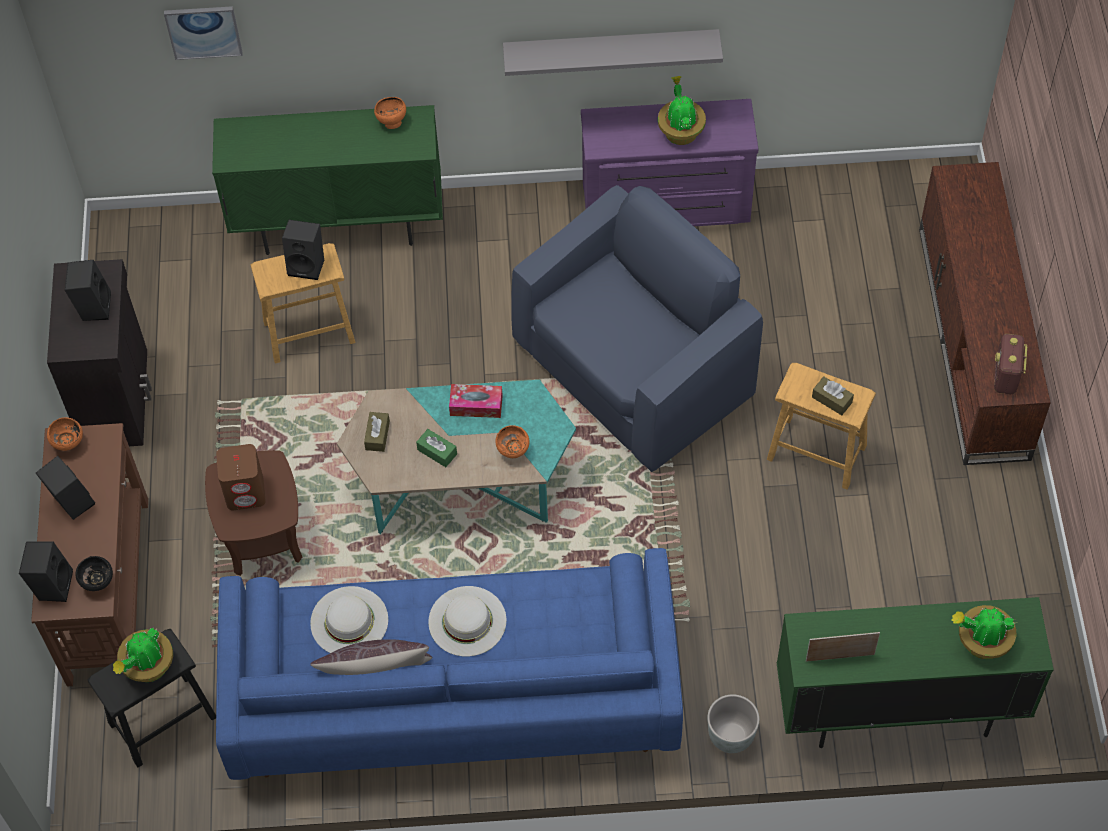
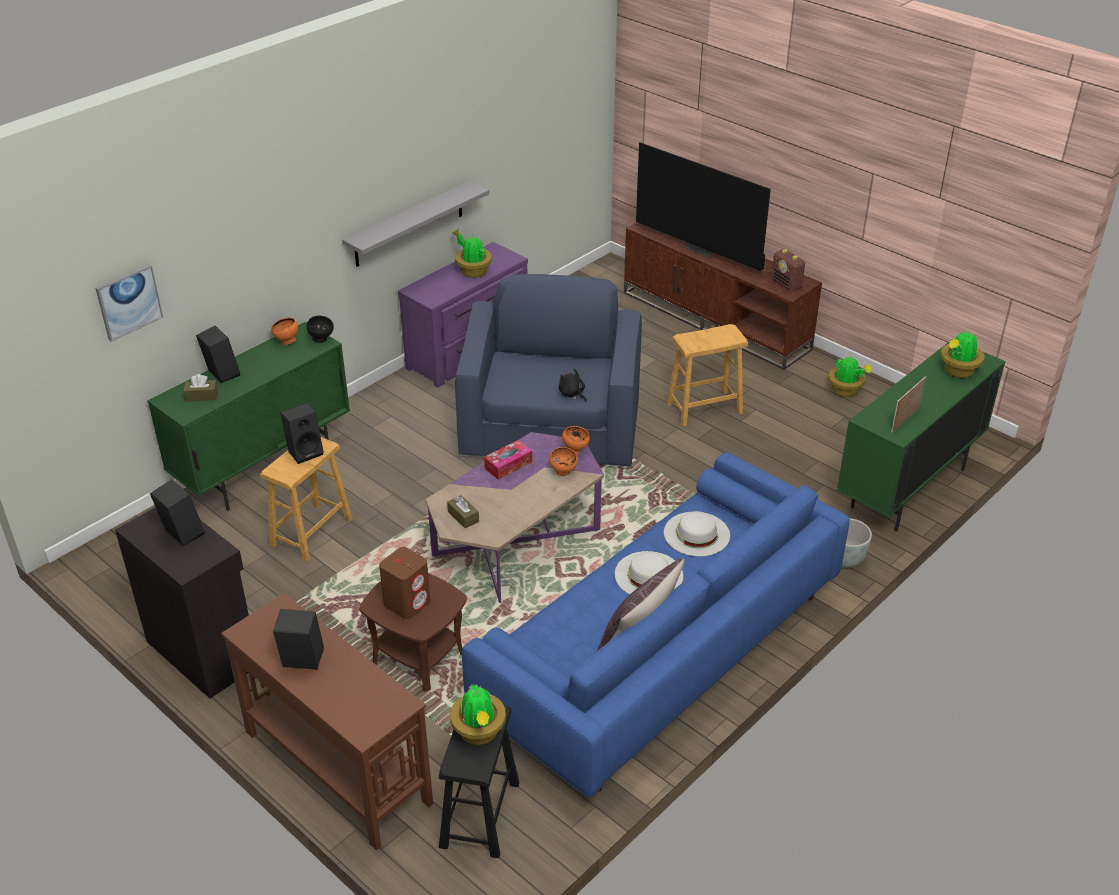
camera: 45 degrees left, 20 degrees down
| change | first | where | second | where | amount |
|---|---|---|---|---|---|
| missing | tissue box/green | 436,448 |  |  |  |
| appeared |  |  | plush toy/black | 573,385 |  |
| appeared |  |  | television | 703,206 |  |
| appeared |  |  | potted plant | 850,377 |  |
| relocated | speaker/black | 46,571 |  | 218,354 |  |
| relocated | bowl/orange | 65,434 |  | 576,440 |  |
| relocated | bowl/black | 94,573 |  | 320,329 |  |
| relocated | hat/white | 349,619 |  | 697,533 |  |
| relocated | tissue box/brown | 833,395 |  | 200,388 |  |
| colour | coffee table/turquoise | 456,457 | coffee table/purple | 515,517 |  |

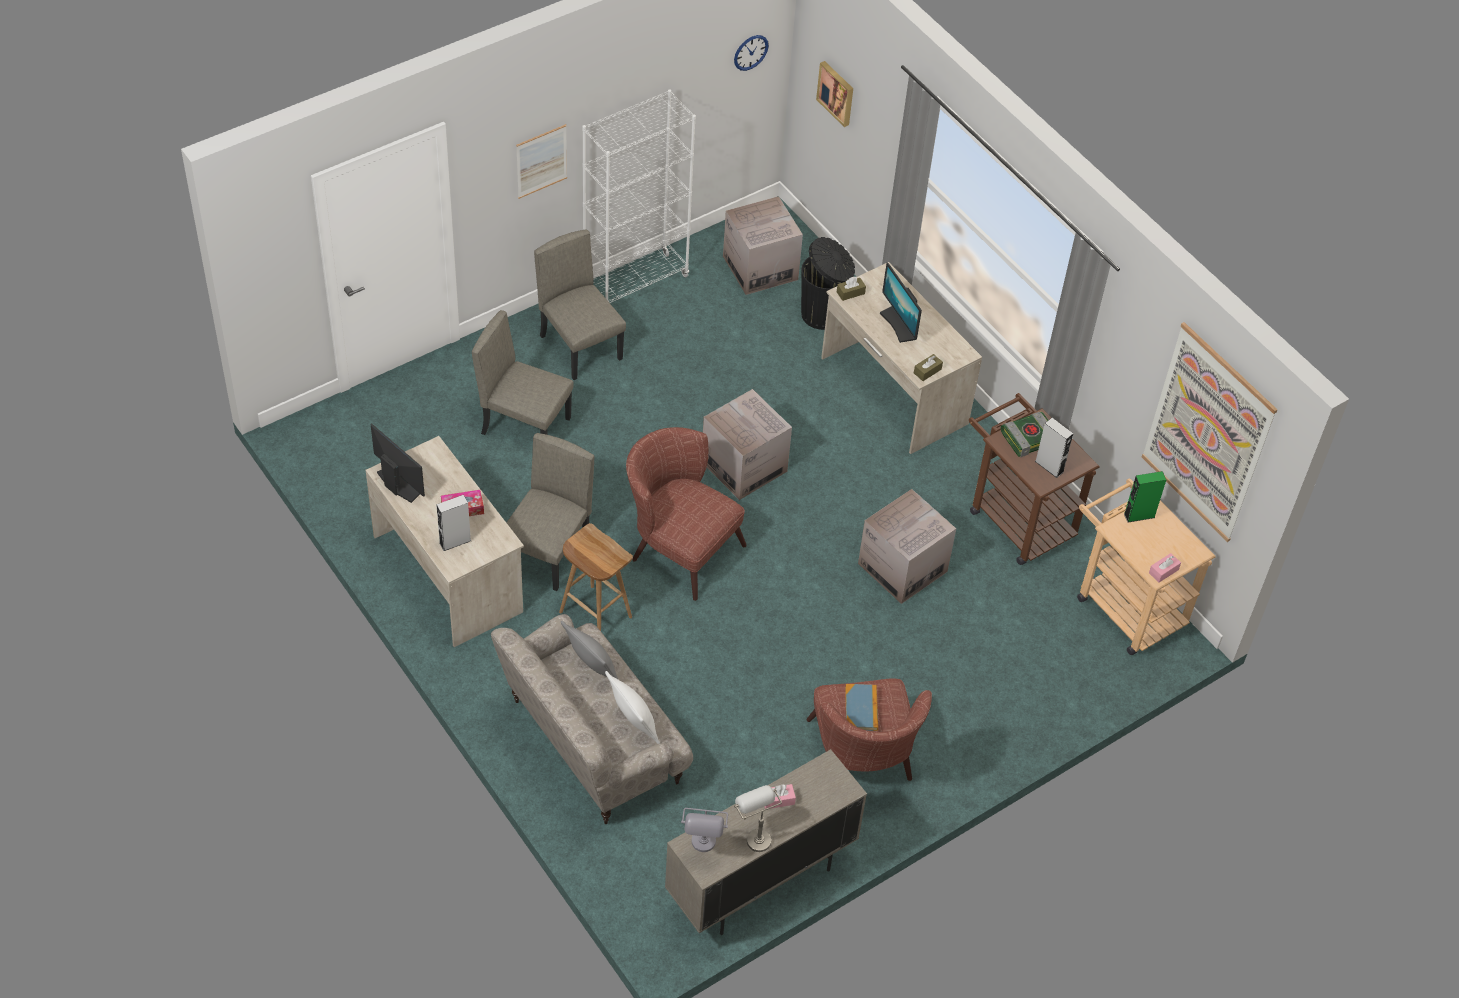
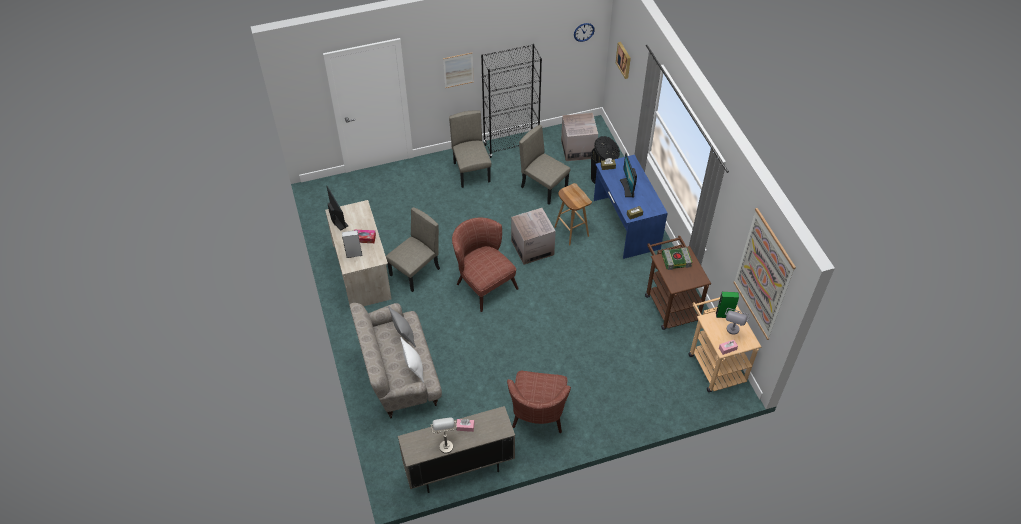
camera: 20 degrees right, 0 degrees up
| change | first | where | second | where | amount |
|---|---|---|---|---|---|
| missing | book | 861,707 |  |  |  |
| missing | cardboard box | 907,546 |  |  |  |
| missing | speaker/grey | 1054,448 |  |  |  |
| relocated | chair/beige | 523,372 |  | 544,165 |  |
| relocated | stool/brown | 596,577 |  | 573,214 |  |
| relocated | table lamp/grey | 704,830 |  | 737,321 |  |
| colour | bookcase/white | 639,196 | bookcase/black | 511,101 |  |
| colour | desk/beige | 901,358 | desk/blue | 631,207 |  |

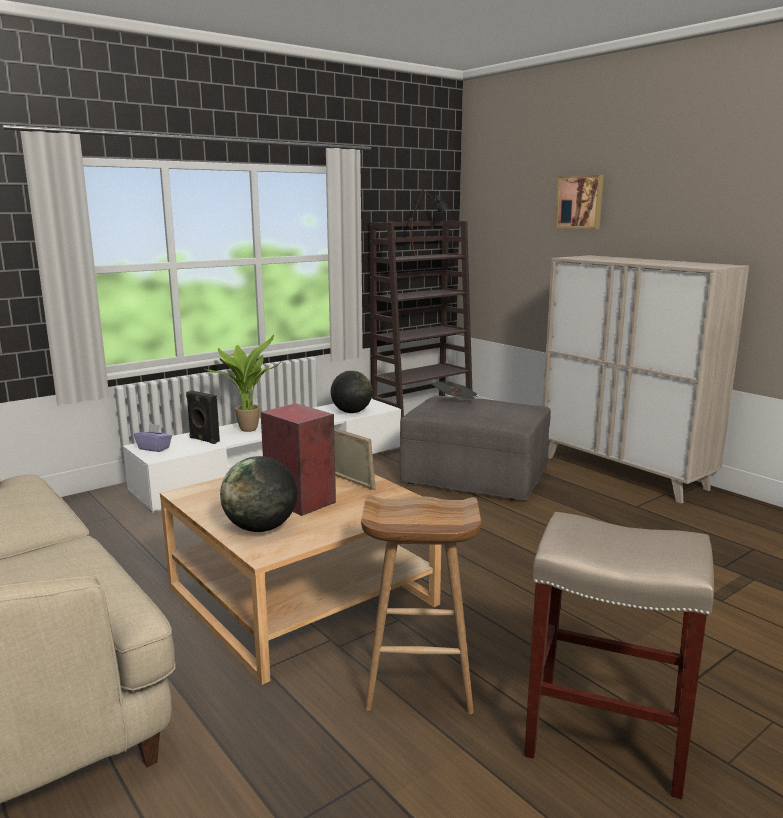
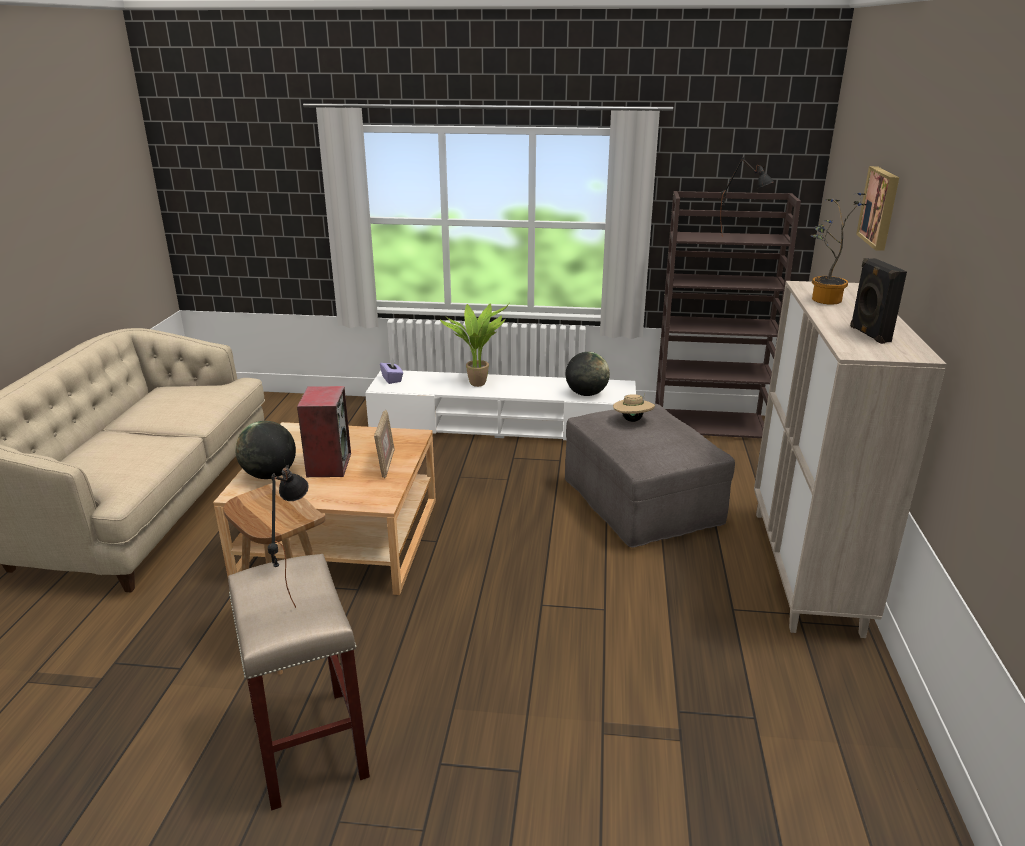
camera: 45 degrees right, 10 degrees up
| change | first | where | second | where | amount |
|---|---|---|---|---|---|
| appeared |  |  | table lamp/black | 288,536 |  |
| appeared |  |  | potted plant | 838,249 |  |
| relocated | speaker/black | 203,417 |  | 878,301 |  |
| exchanged | newspaper | 454,390 | hat/beige | 634,407 |  |

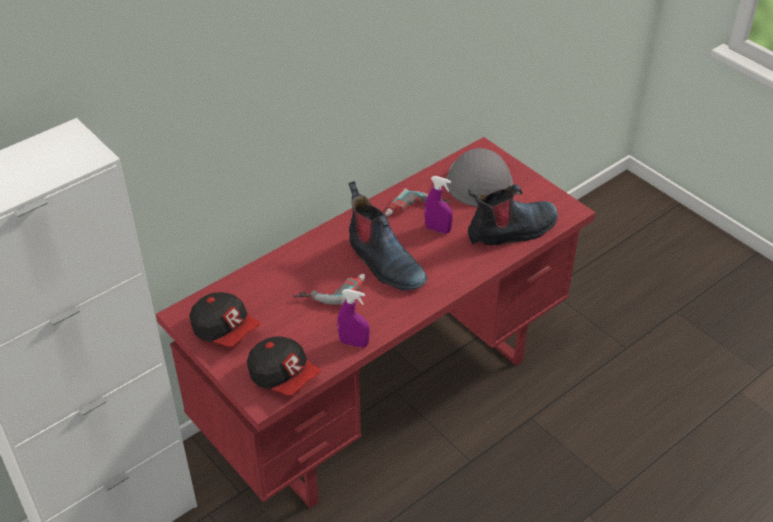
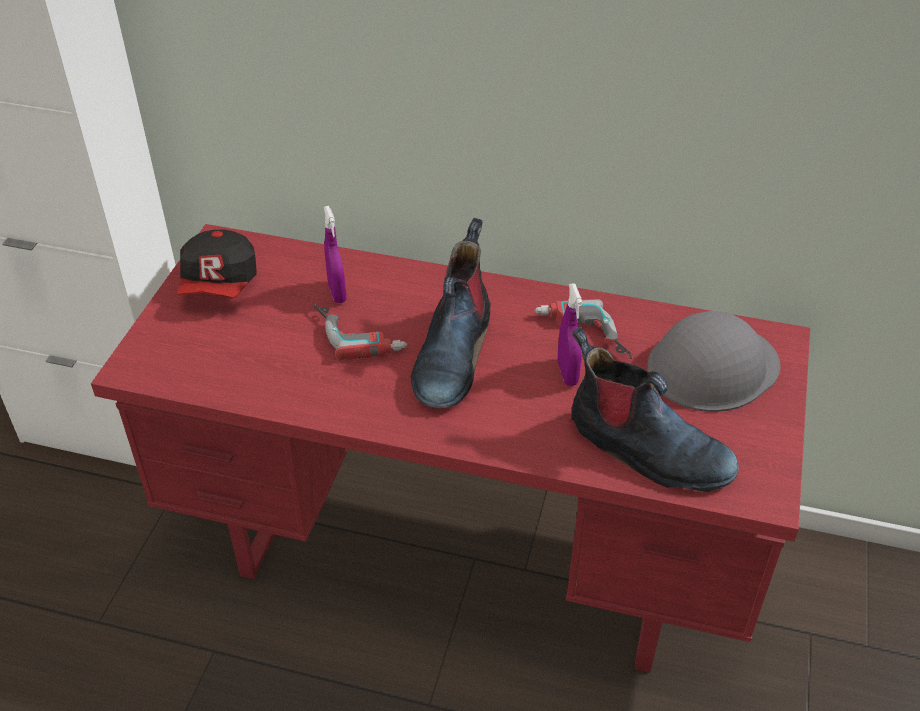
camera: 55 degrees right, 0 degrees up
| change | first | where | second | where | amount |
|---|---|---|---|---|---|
| missing | cap | 284,366 |  |  |  |
| relocated | spray bottle/purple | 353,318 |  | 335,254 |  |

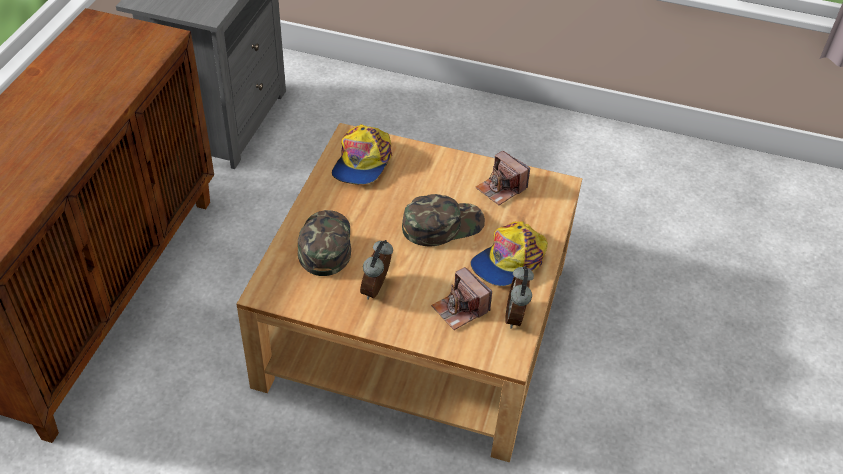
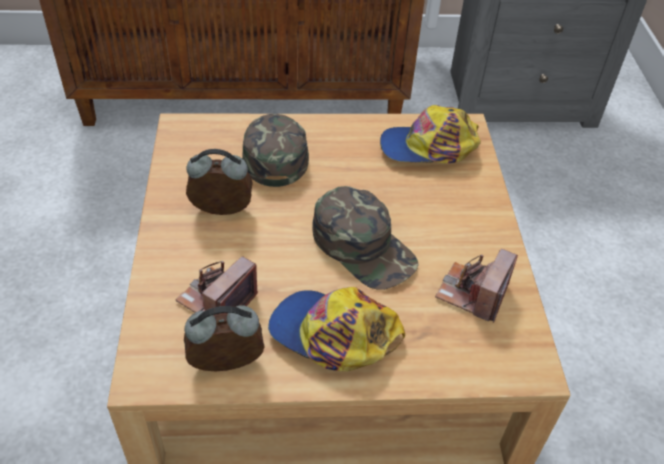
camera: 70 degrees right, 0 degrees up
| change | first | where | second | where | amount |
|---|---|---|---|---|---|
| spun | cap/green | 324,243 |  | 275,150 | 75 degrees counterclockwise |

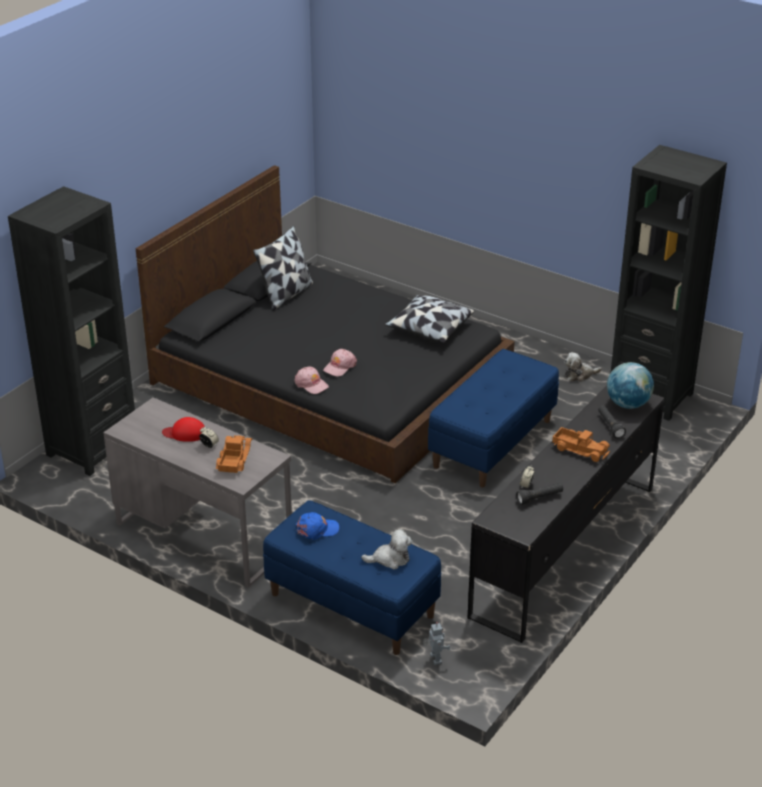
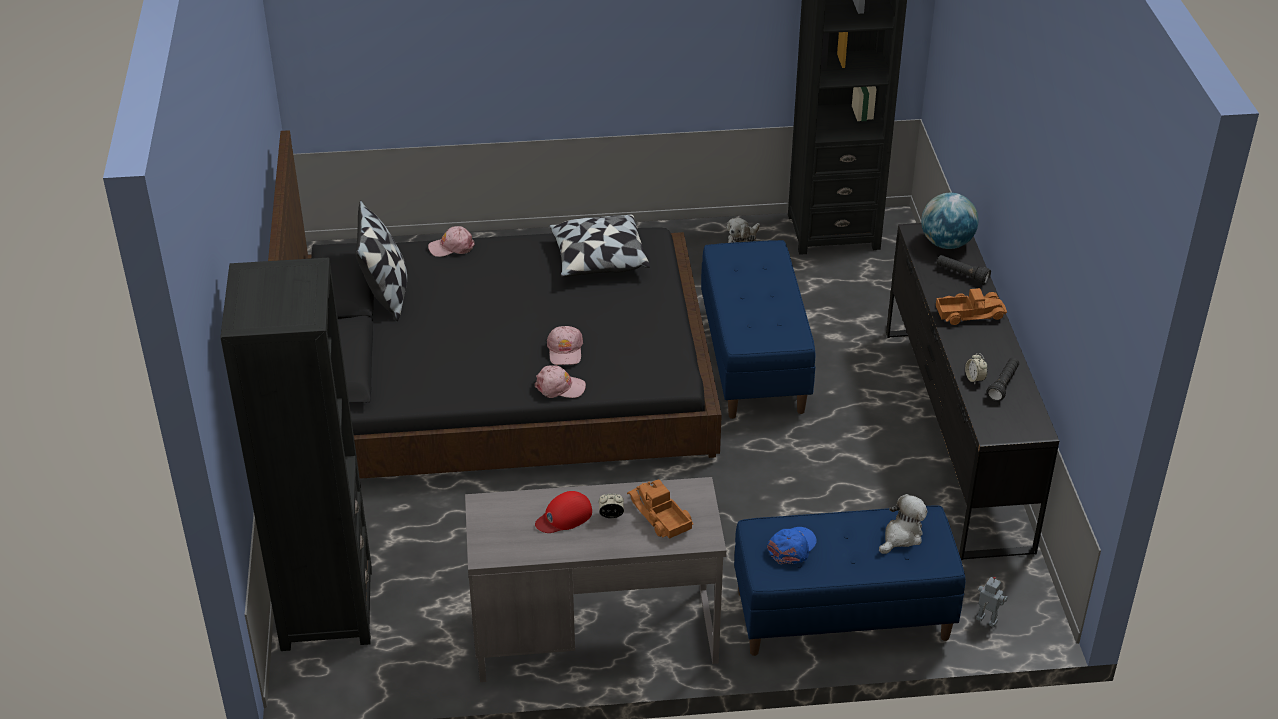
camera: 40 degrees left, 5 degrees up
| change | first | where | second | where | amount |
|---|---|---|---|---|---|
| appeared |  |  | cap/pink | 451,241 |  |

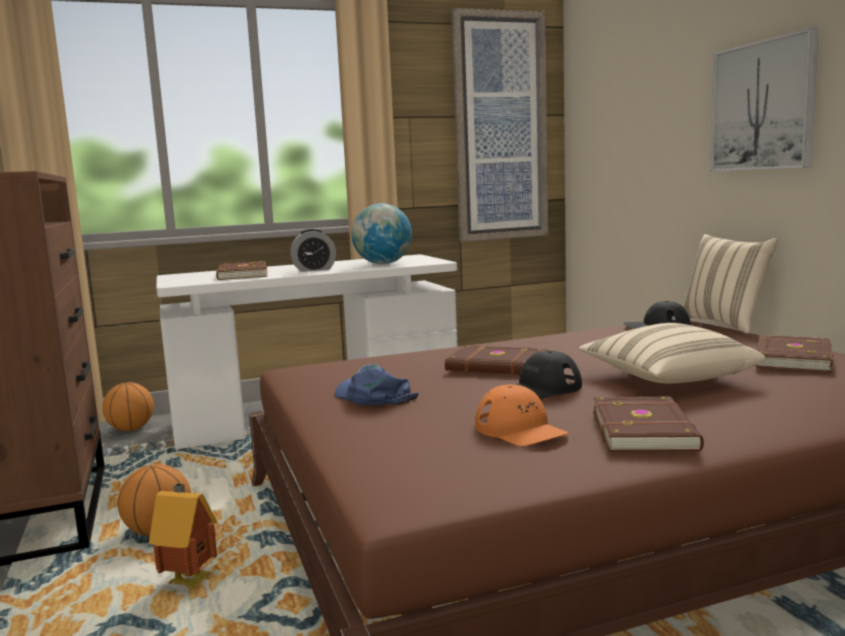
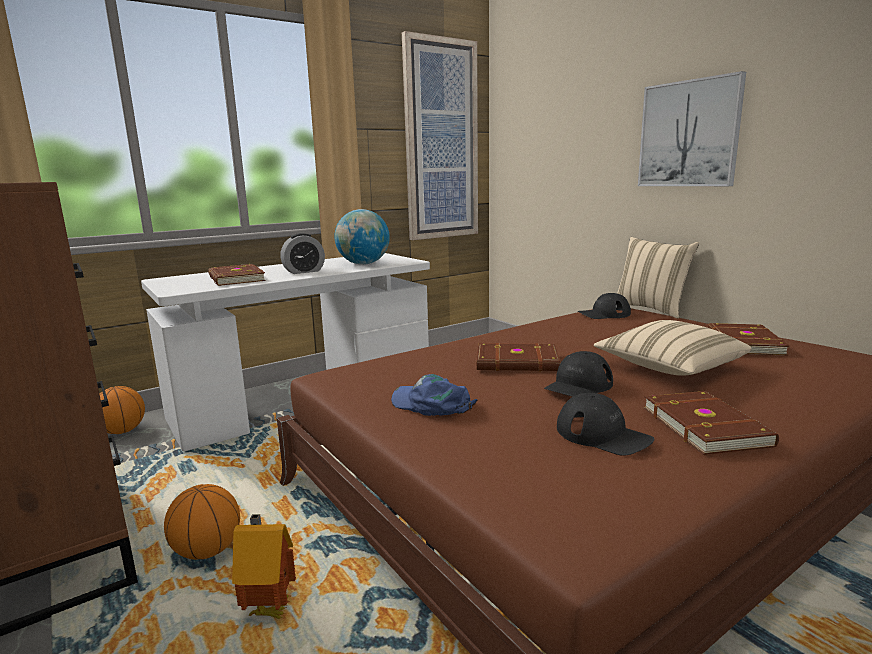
camera: 15 degrees left, 5 degrees up
| change | first | where | second | where | amount |
|---|---|---|---|---|---|
| colour | cap/orange | 522,415 | cap/black | 605,424 |  |

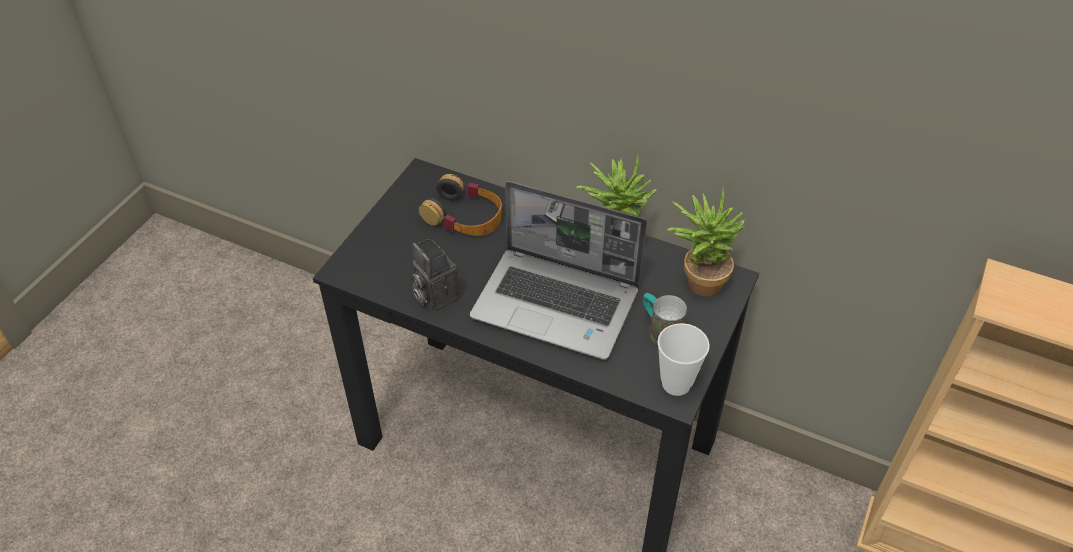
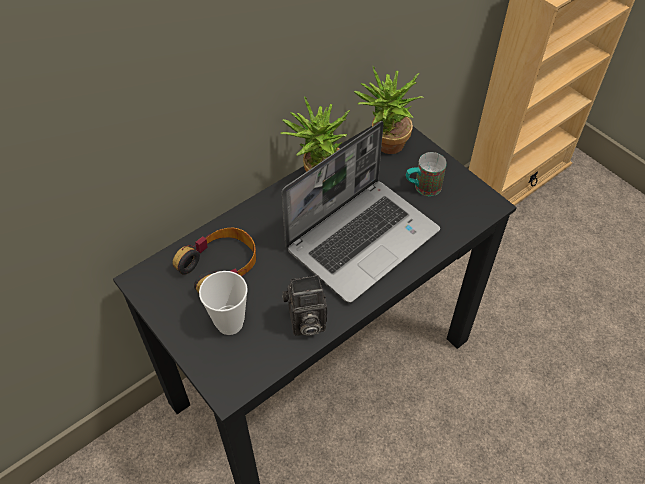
camera: 65 degrees left, 5 degrees up
| change | first | where | second | where | amount |
|---|---|---|---|---|---|
| relocated | cup | 684,359 |  | 223,303 |  |

